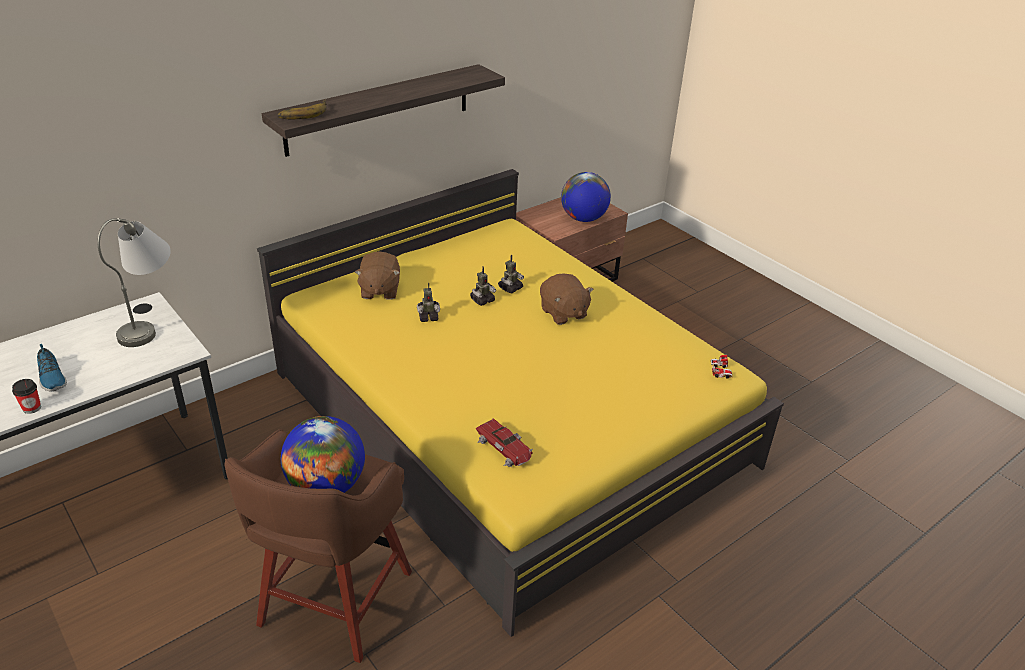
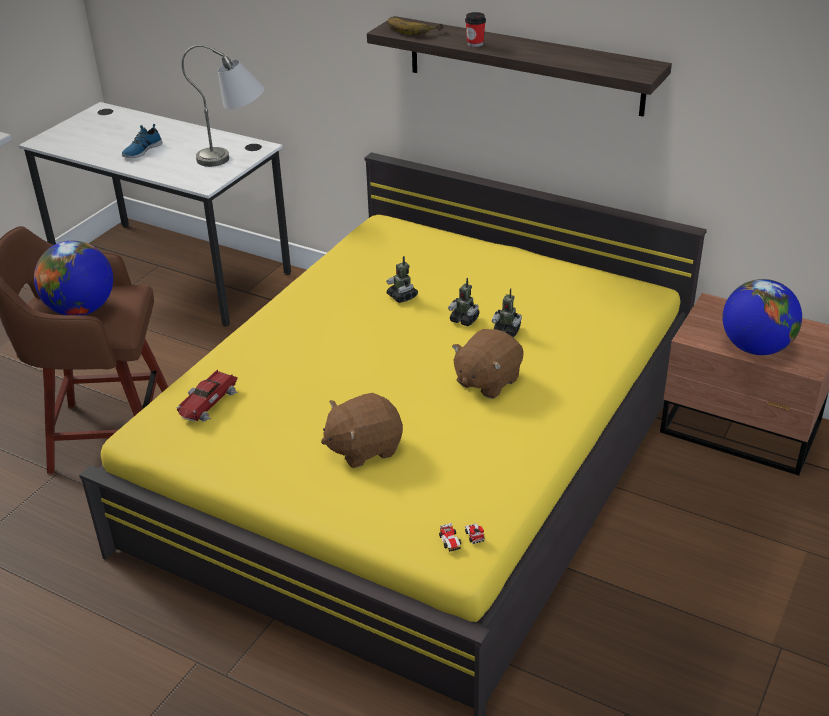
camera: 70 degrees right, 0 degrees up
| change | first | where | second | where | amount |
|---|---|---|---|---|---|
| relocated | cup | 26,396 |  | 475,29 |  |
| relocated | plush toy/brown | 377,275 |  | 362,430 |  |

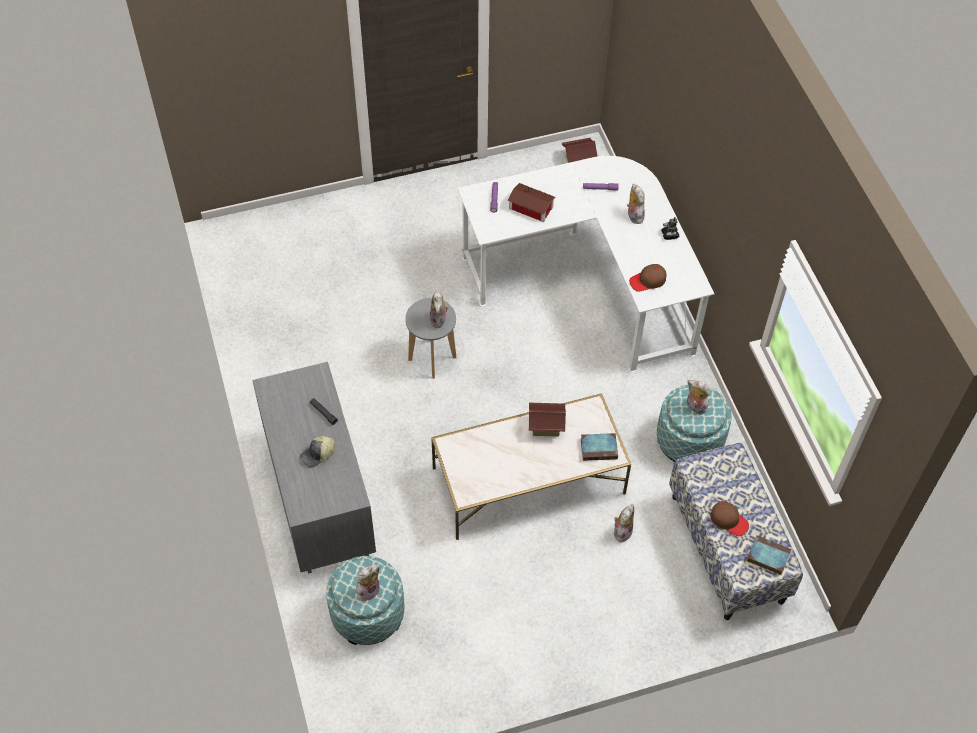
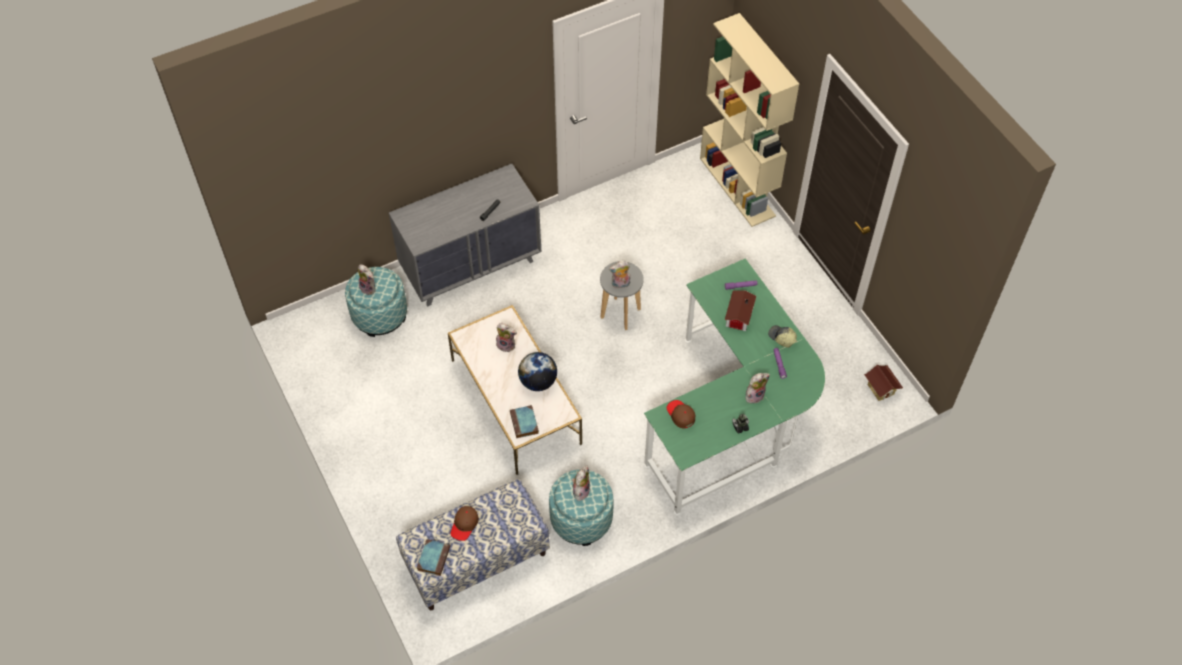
camera: 80 degrees right, 0 degrees up
| change | first | where | second | where | amount |
|---|---|---|---|---|---|
| appeared |  |  | bookcase/beige | 749,120 |  |
| relocated | cap | 317,451 |  | 782,336 |  |
| relocated | plush toy | 624,523 |  | 506,337 |  |
| exchanged | toy house | 547,420 | globe | 537,371 |  |
| colour | desk/white | 586,264 | desk/green | 734,386 |  |

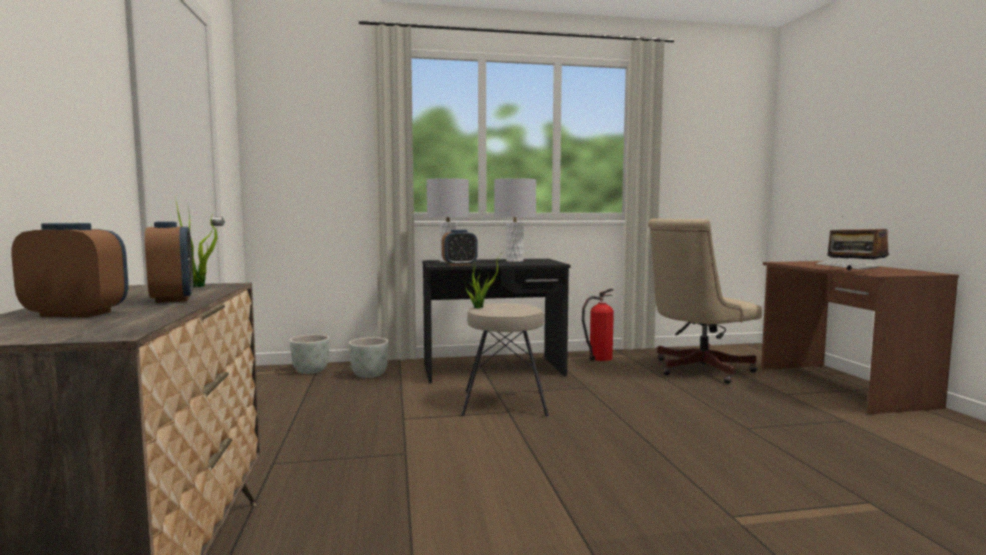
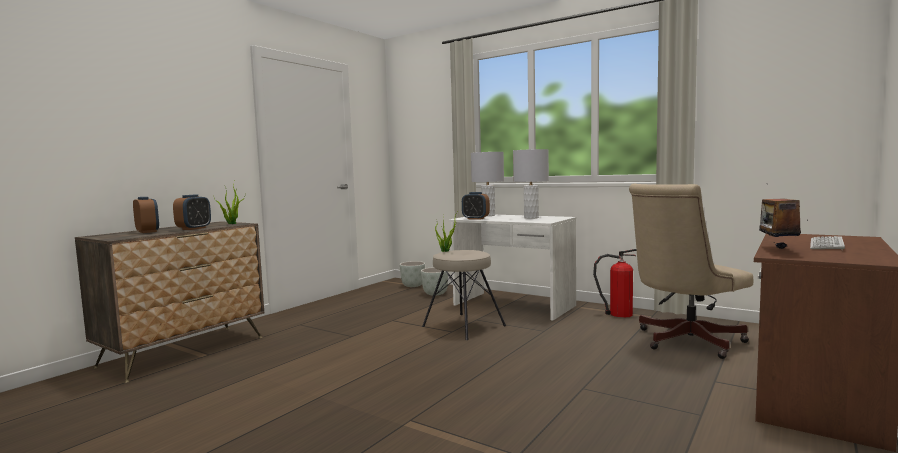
camera: 45 degrees right, 0 degrees up
| change | first | where | second | where | amount |
|---|---|---|---|---|---|
| colour | desk/black | 497,321 | desk/white | 512,268 |  |
| spun | office chair/beige | 705,301 |  | 691,271 | 45 degrees counterclockwise |

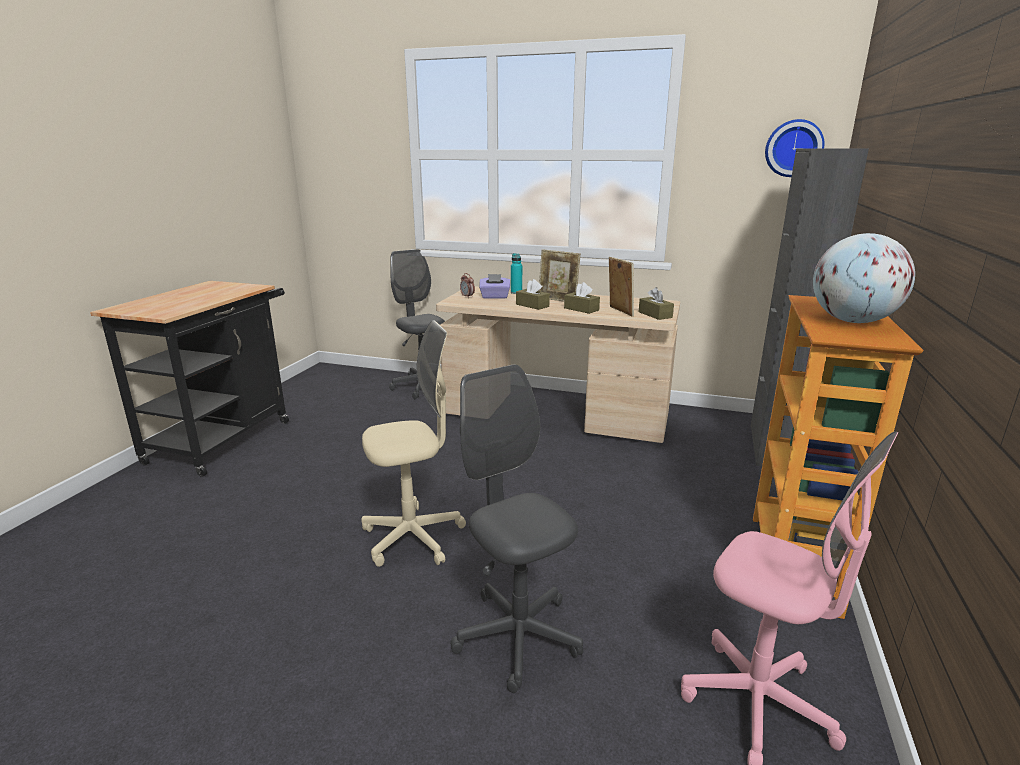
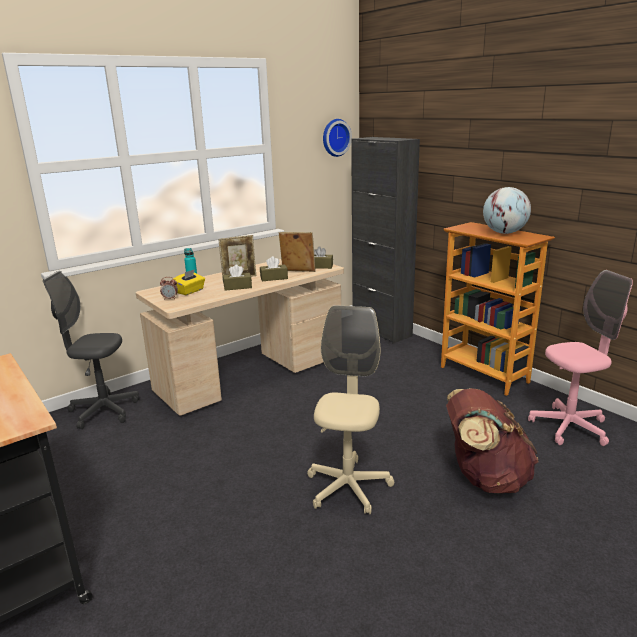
camera: 55 degrees left, 0 degrees up
| change | first | where | second | where | amount |
|---|---|---|---|---|---|
| exchanged | office chair/grey | 516,528 | backpack/brown | 492,440 |  |
| colour | tissue box/purple | 494,286 | tissue box/yellow | 188,282 |  |

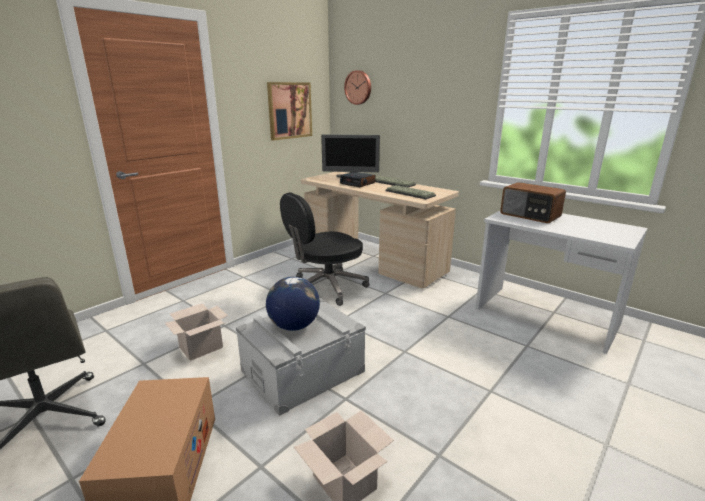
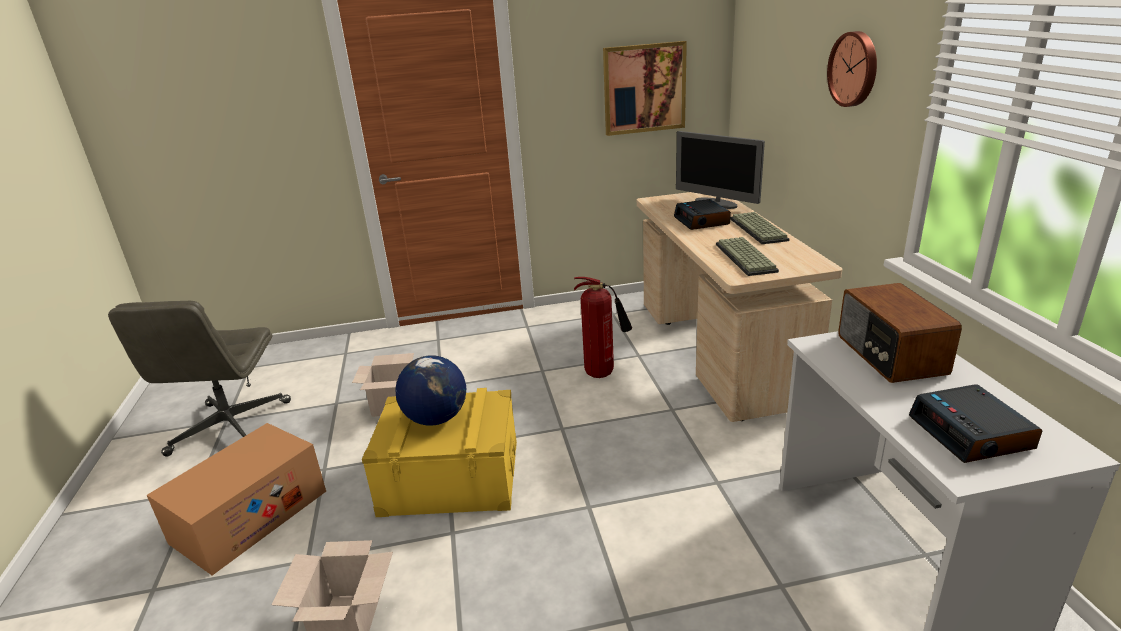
camera: 40 degrees right, 5 degrees up
| change | first | where | second | where | amount |
|---|---|---|---|---|---|
| appeared |  |  | alarm clock | 975,423 |  |
| relocated | wall clock | 357,87 |  | 852,69 |  |
| exchanged | office chair/black | 324,249 | fire extinguisher | 603,327 |  |
| colour | storage box/grey | 301,357 | storage box/yellow | 439,452 |  |

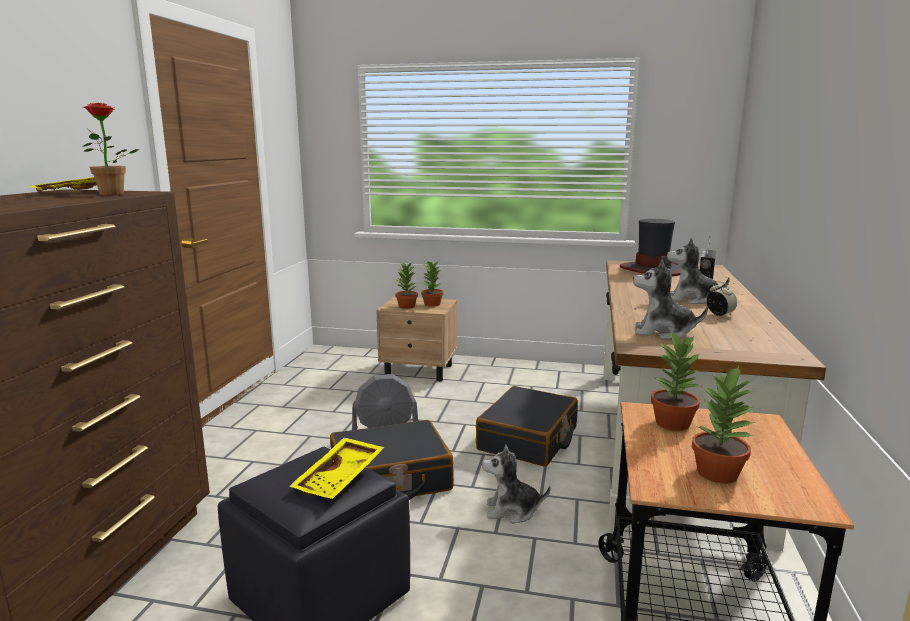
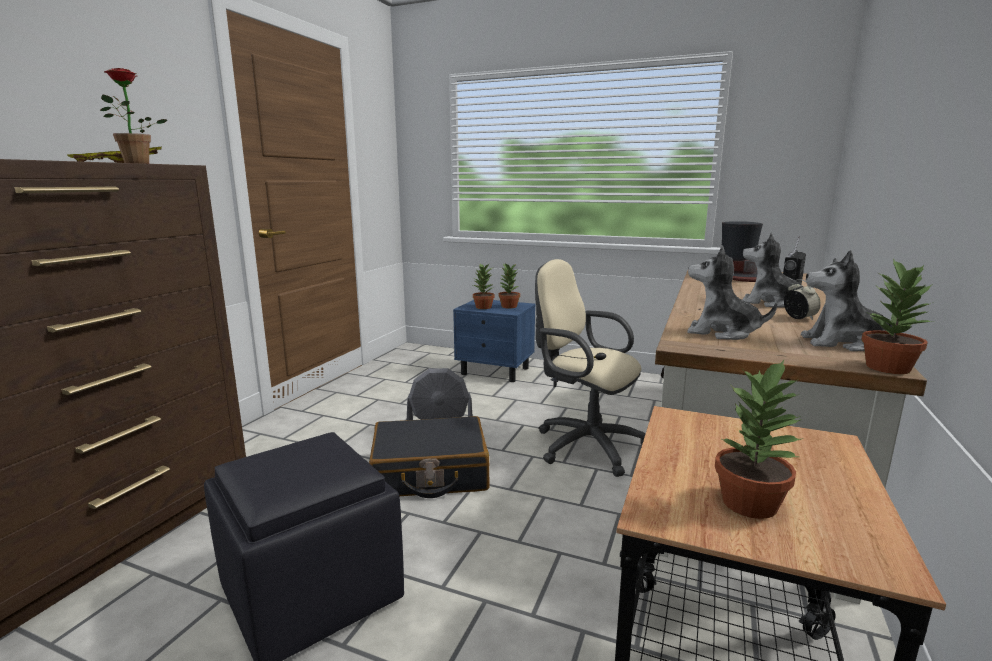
camera: 10 degrees right, 0 degrees up
| change | first | where | second | where | amount |
|---|---|---|---|---|---|
| missing | tray/yellow | 337,468 |  |  |  |
| relocated | plush toy | 516,483 |  | 847,300 |  |
| relocated | potted plant | 676,381 |  | 897,316 |  |
| exchanged | suitcase/black | 527,426 | office chair/beige | 590,368 |  |
| colour | nightstand/beige | 416,338 | nightstand/blue | 494,341 |  |

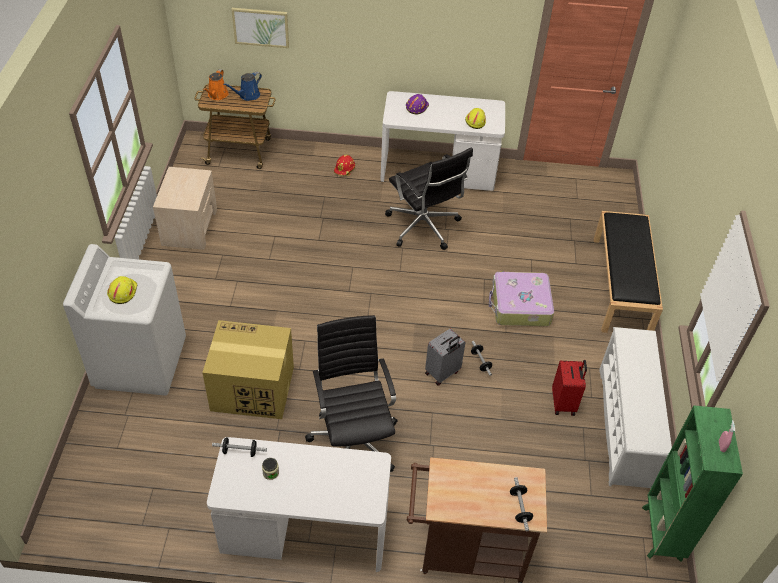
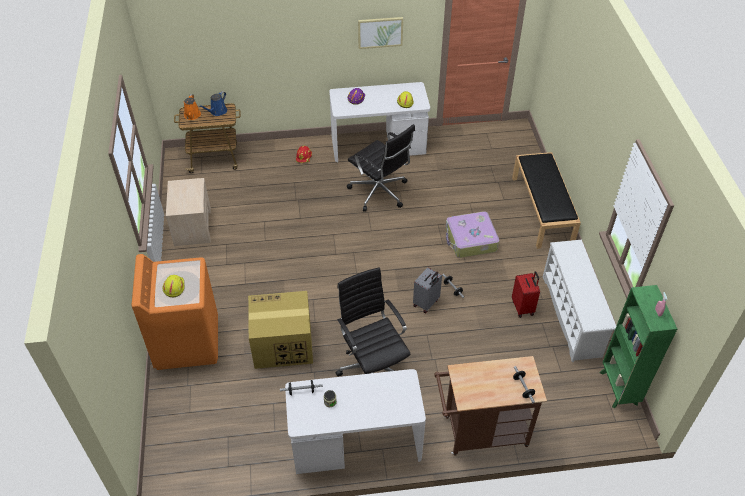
camera: 10 degrees left, 0 degrees up
| change | first | where | second | where | amount |
|---|---|---|---|---|---|
| relocated | picture | 260,28 |  | 380,33 |  |
| colour | washing machine/white | 124,319 | washing machine/orange | 175,312 |  |

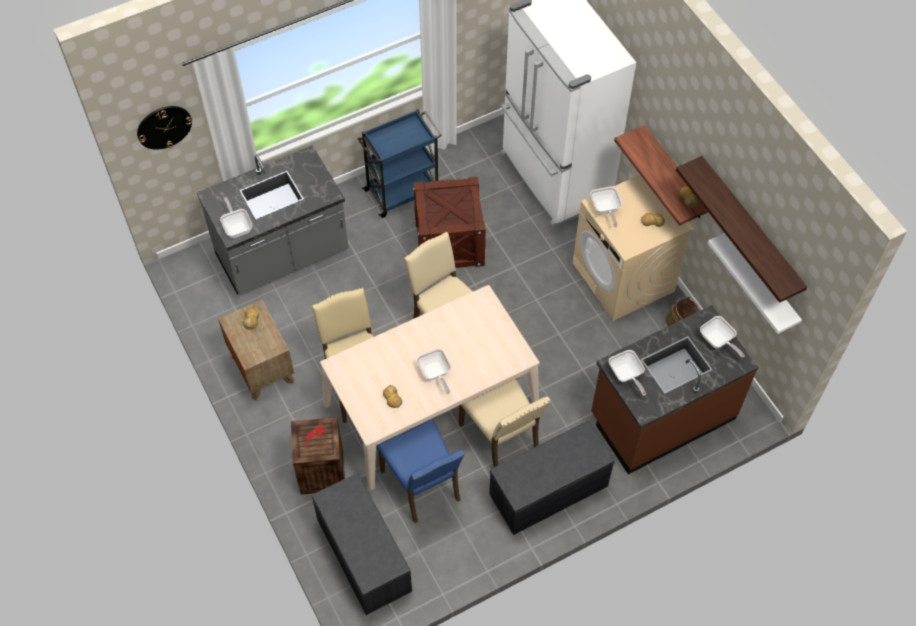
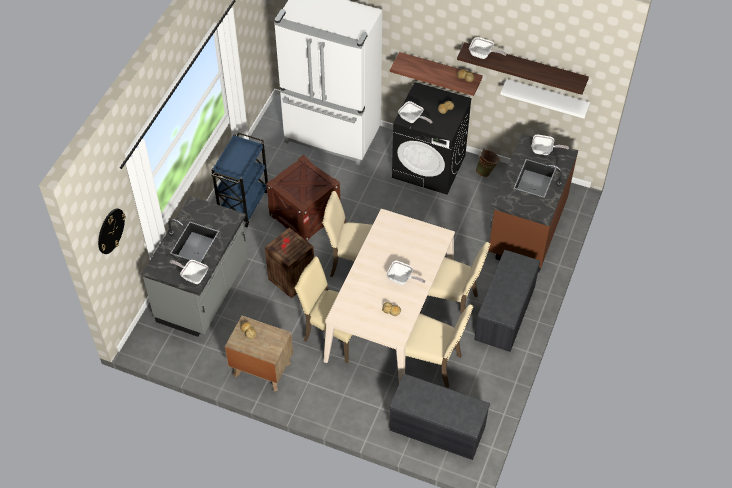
camera: 40 degrees left, 5 degrees down
| change | first | where | second | where | amount |
|---|---|---|---|---|---|
| relocated | crate | 318,456 |  | 289,262 |  |
| relocated | frying pan | 627,373 |  | 488,48 |  |
| colour | chair/blue | 421,471 | chair/beige | 439,346 |  |
| colour | washing machine/beige | 633,248 | washing machine/black | 432,138 |  |

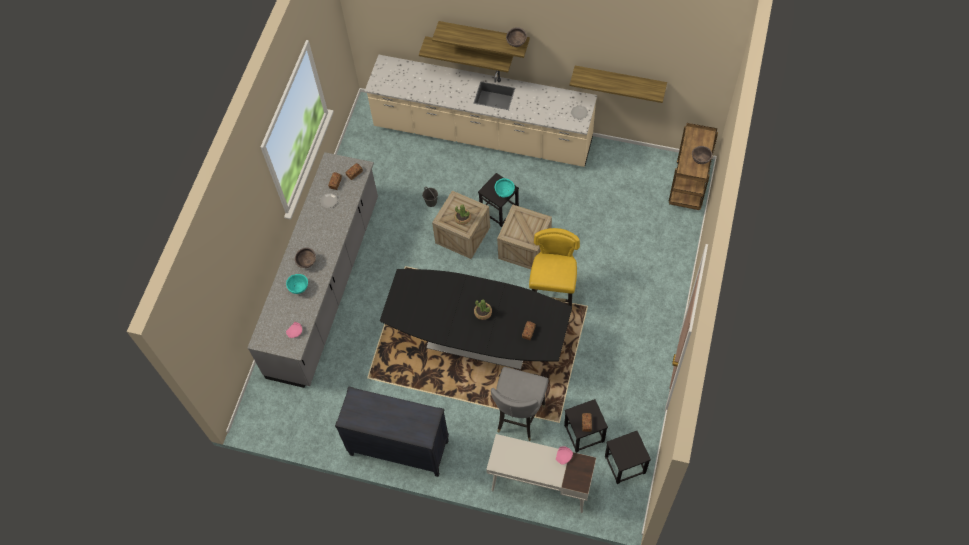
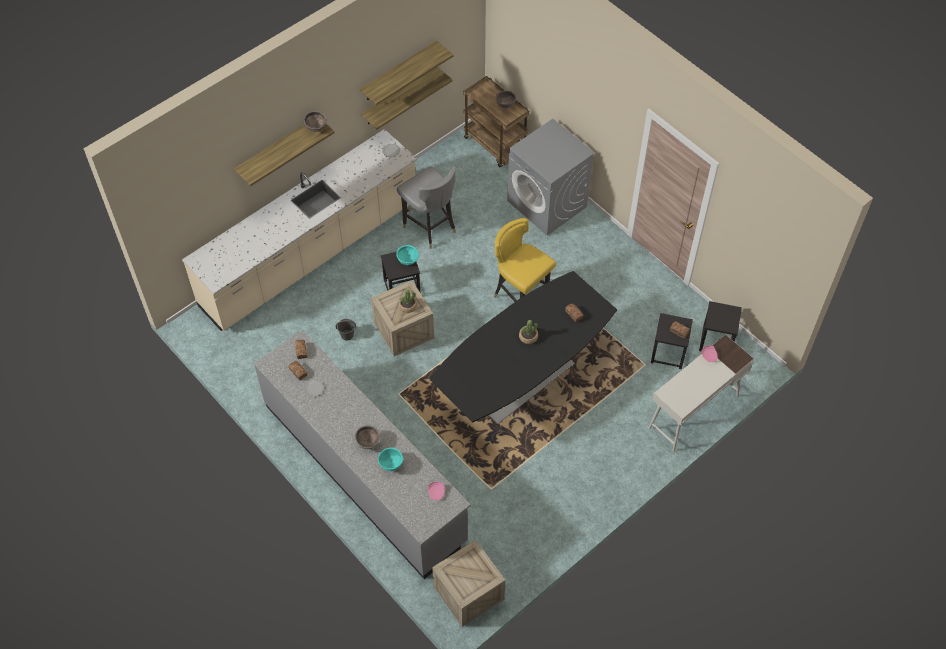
camera: 60 degrees left, 5 degrees down
| change | first | where | second | where | amount |
|---|---|---|---|---|---|
| missing | dresser/black | 392,431 |  |  |  |
| appeared |  |  | washing machine/grey | 551,177 |  |
| relocated | shelf | 466,54 |  | 406,73 |  |
| relocated | chair/grey | 520,404 |  | 426,207 |  |
| relocated | crate | 524,236 |  | 468,583 |  |

